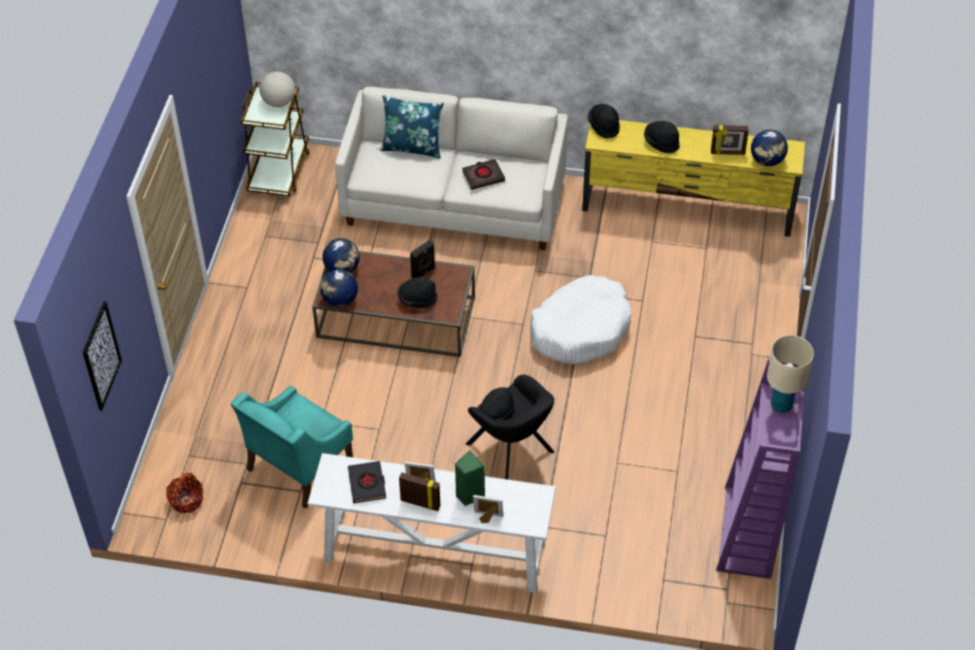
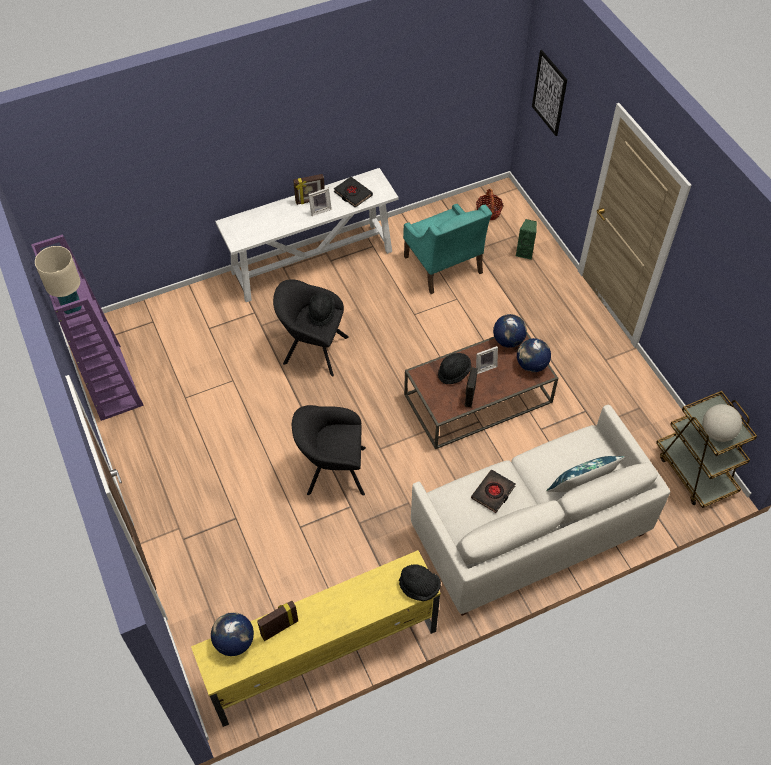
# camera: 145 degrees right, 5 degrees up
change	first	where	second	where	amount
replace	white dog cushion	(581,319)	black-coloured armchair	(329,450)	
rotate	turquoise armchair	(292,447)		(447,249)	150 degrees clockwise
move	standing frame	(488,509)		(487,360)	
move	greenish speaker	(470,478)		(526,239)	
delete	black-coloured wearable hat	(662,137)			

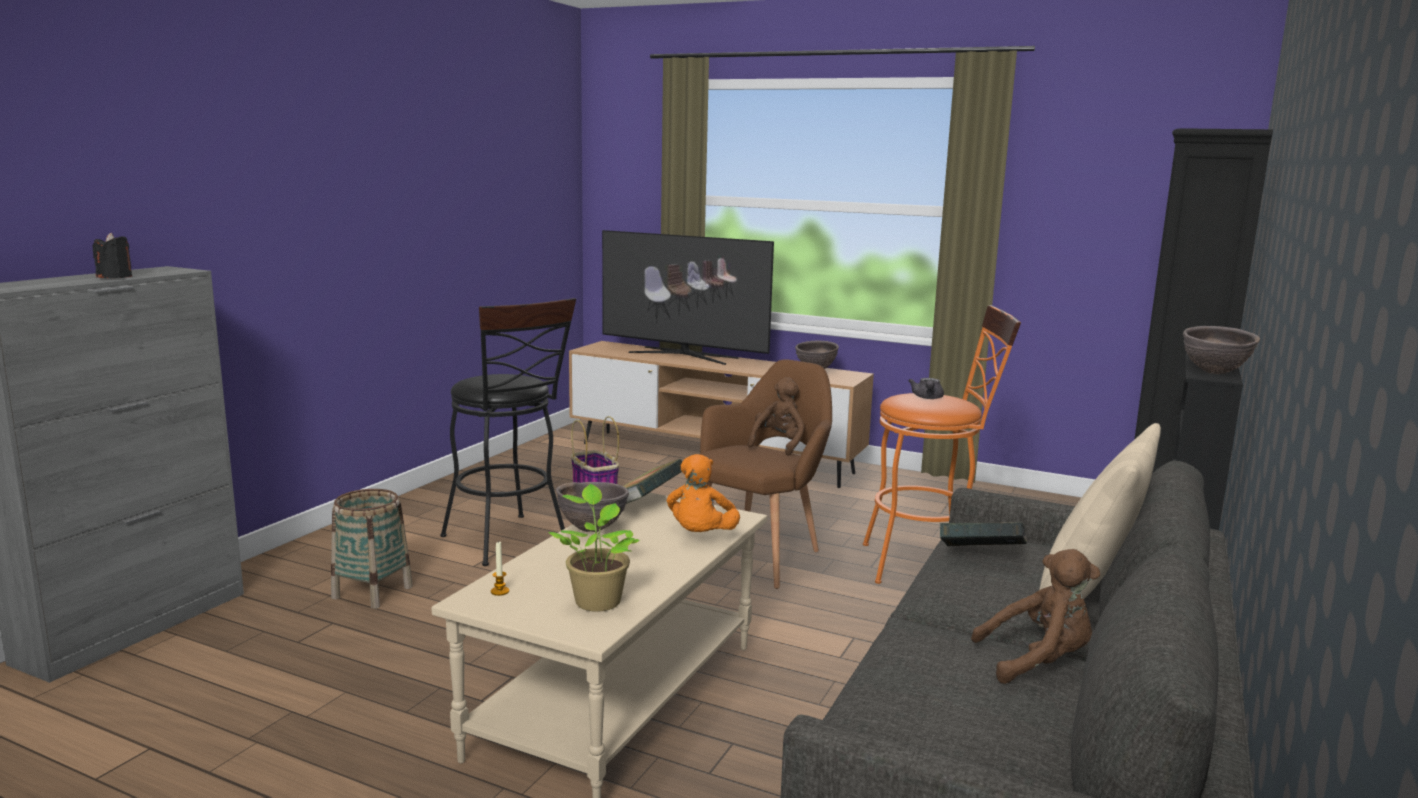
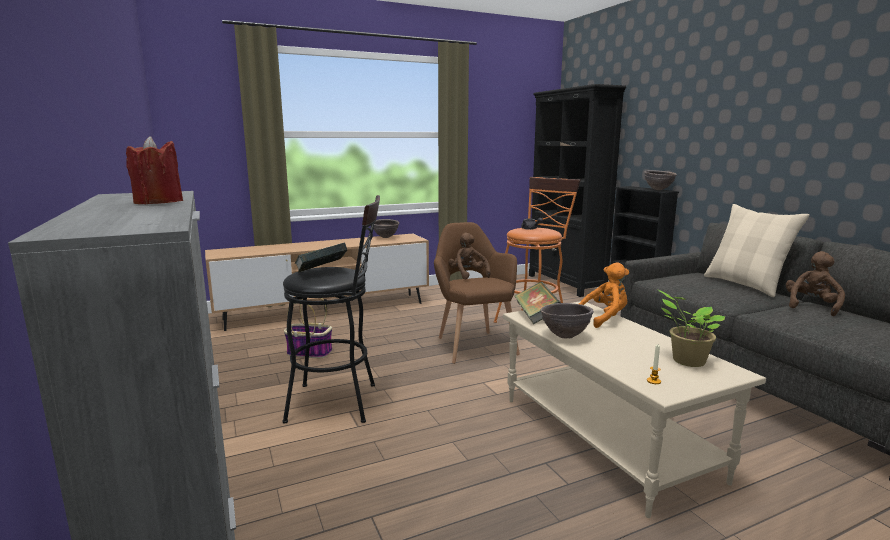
# camera: 50 degrees left, 0 degrees up
change	first	where	second	where	amount
recolor	black-coloured candle	(112,255)	red-coloured candle	(154,170)	
move	book	(983,534)		(321,258)	
rotate	orange soft toy	(703,493)		(604,295)	75 degrees counterclockwise
delete	household basket	(372,549)			
delete	TV set	(688,297)			

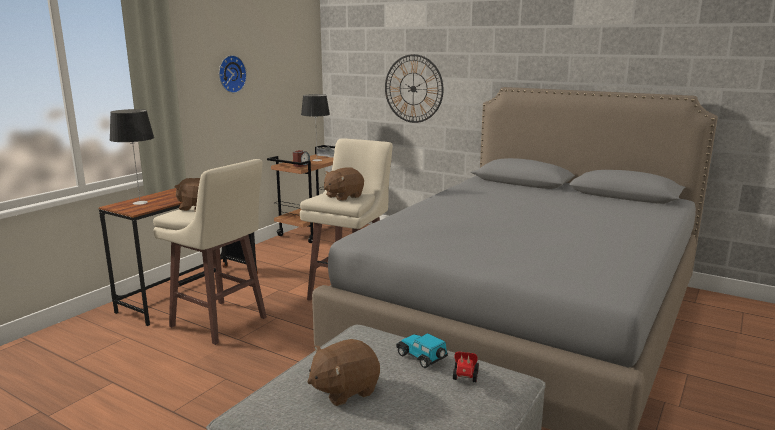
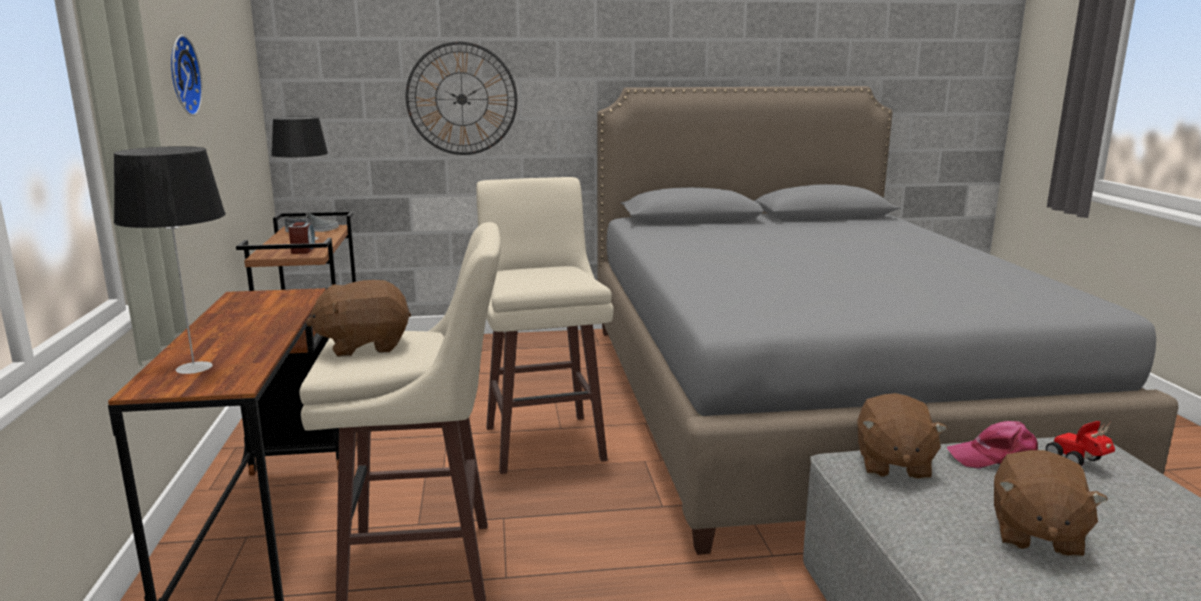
# camera: 40 degrees left, 0 degrees up
change	first	where	second	where	amount
move	brown soft toy	(344,184)		(903,436)	
replace	miniature car	(422,350)	pink baseball cap	(992,445)	

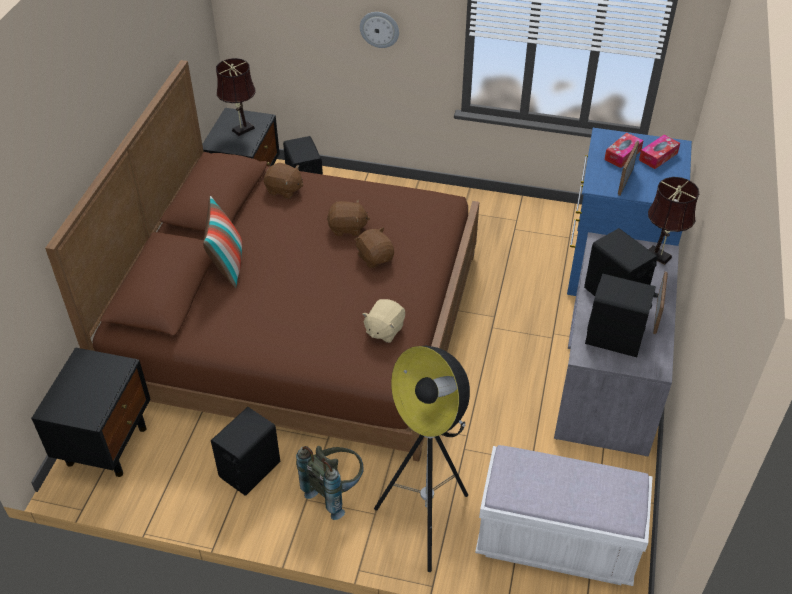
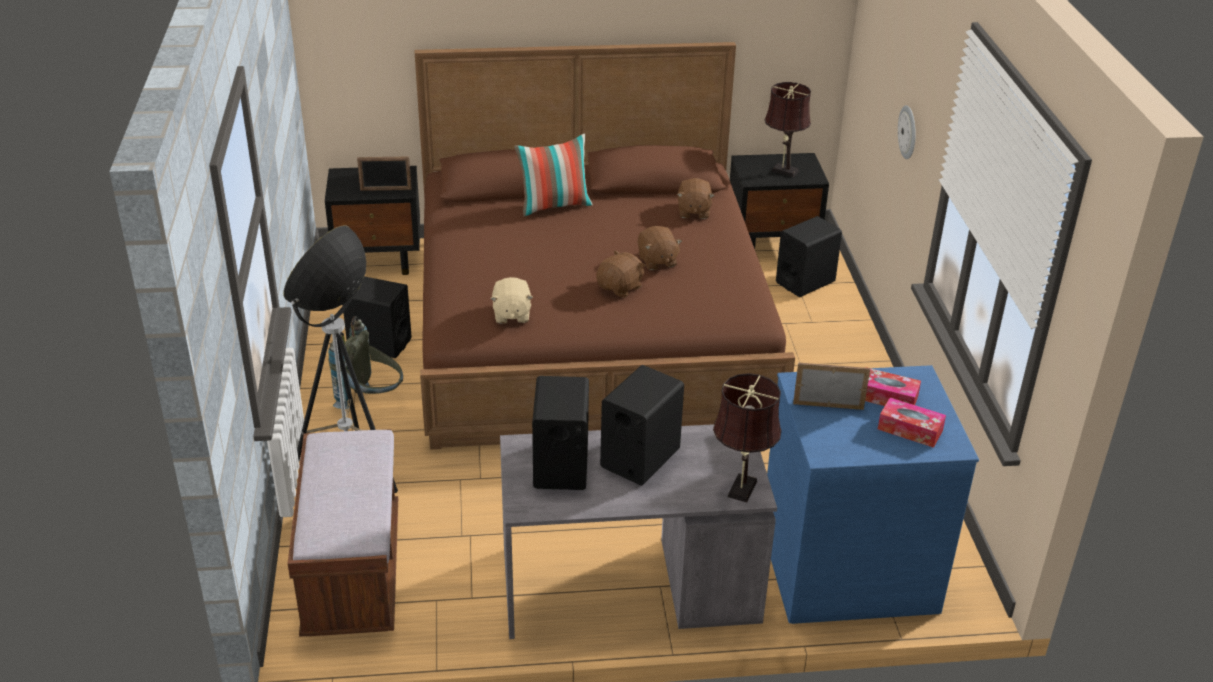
# camera: 70 degrees right, 10 degrees down
change	first	where	second	where	amount
recolor	white bench	(564,515)	brown bench	(343,533)	
move	standing frame	(660,302)		(384,173)	
rotate	beige soft toy	(383,321)		(511,300)	105 degrees counterclockwise

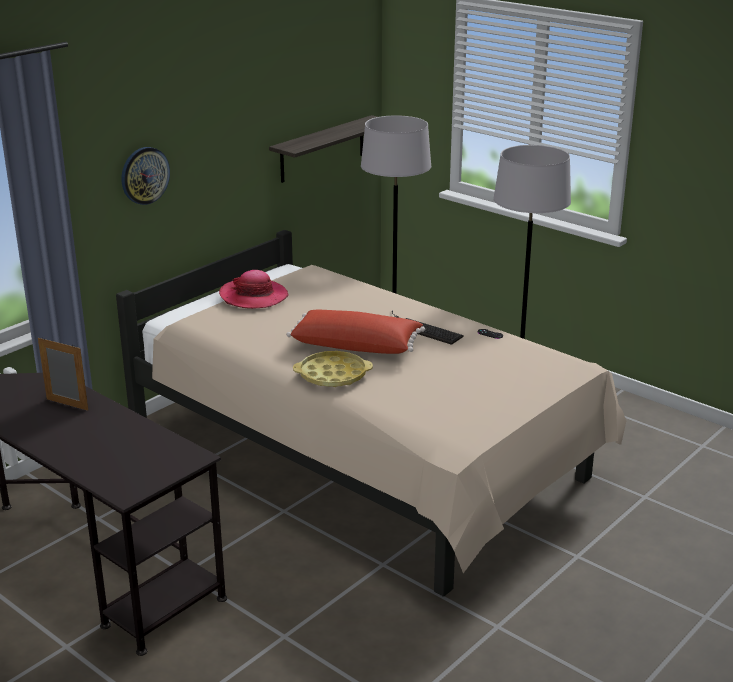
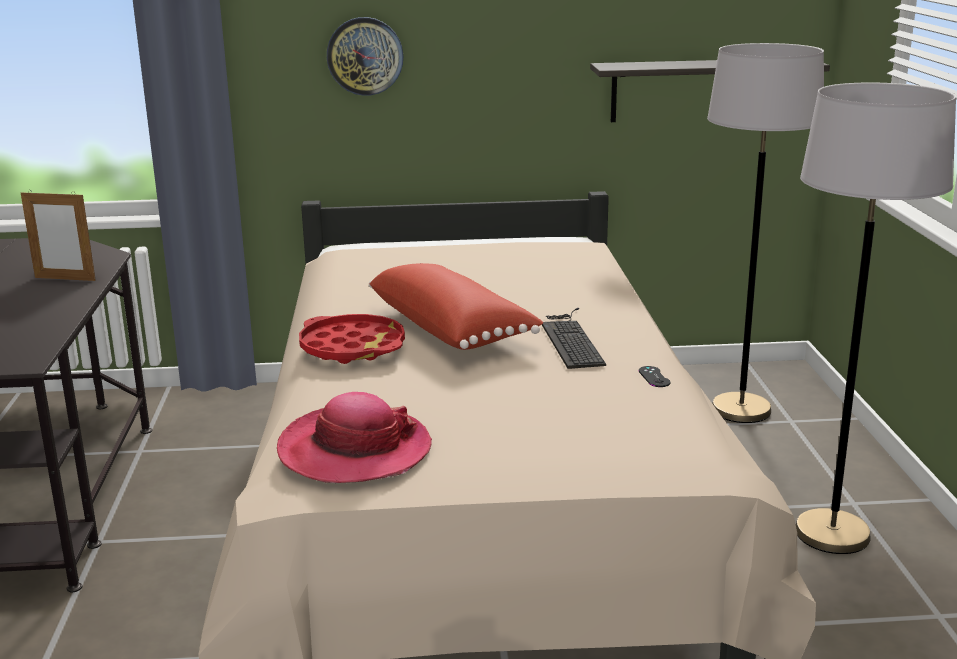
# camera: 45 degrees right, 5 degrees down
change	first	where	second	where	amount
rotate	standing frame	(63,374)		(58,235)	120 degrees clockwise
move	wearable hat	(254,289)		(354,437)	
recolor	yellow-coloured carrying tray	(333,369)	red-coloured carrying tray	(352,339)	

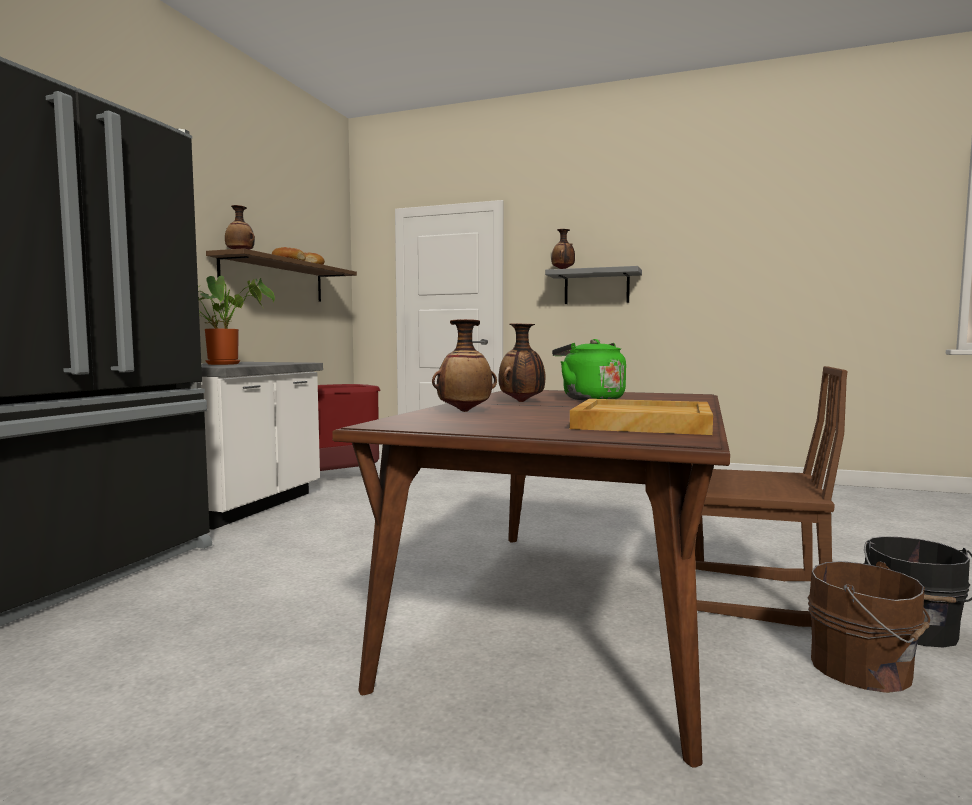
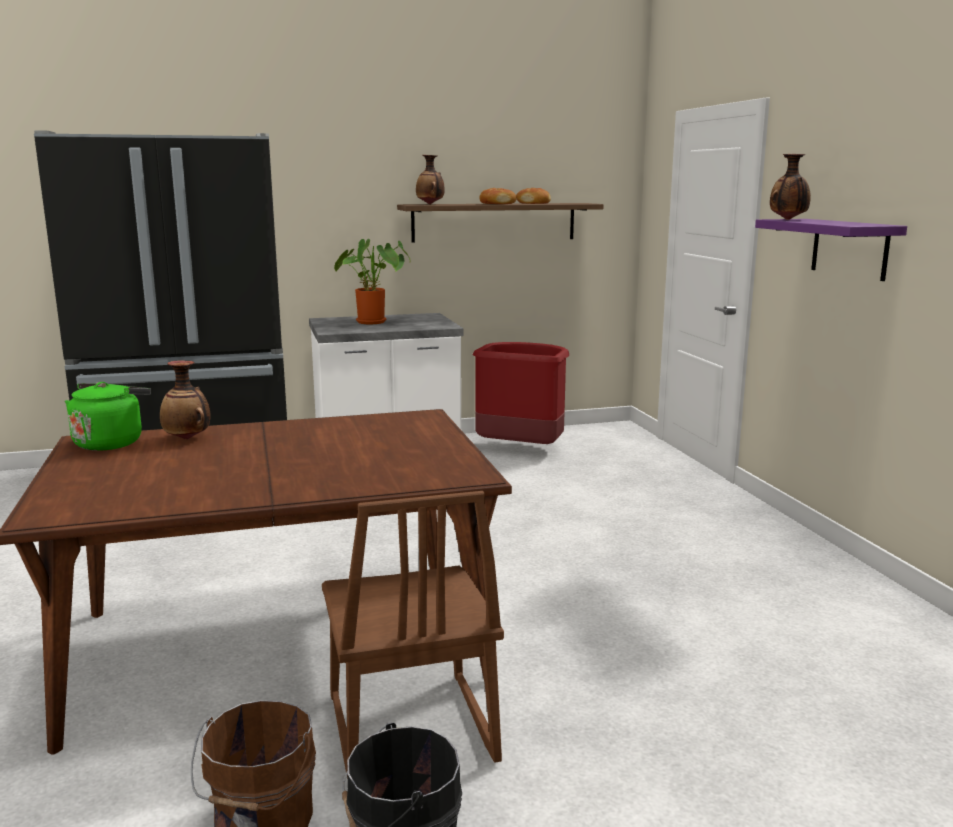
# camera: 55 degrees right, 10 degrees up
change	first	where	second	where	amount
move	greenish water kettle	(589,370)		(108,416)	
recolor	gray shelf	(593,285)	purple shelf	(831,250)	
delete	flower vase	(521,362)			
delete	beige carrying tray	(641,417)			

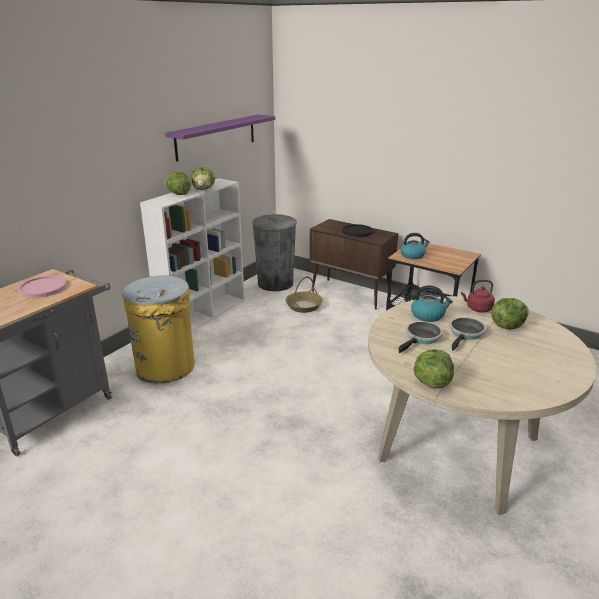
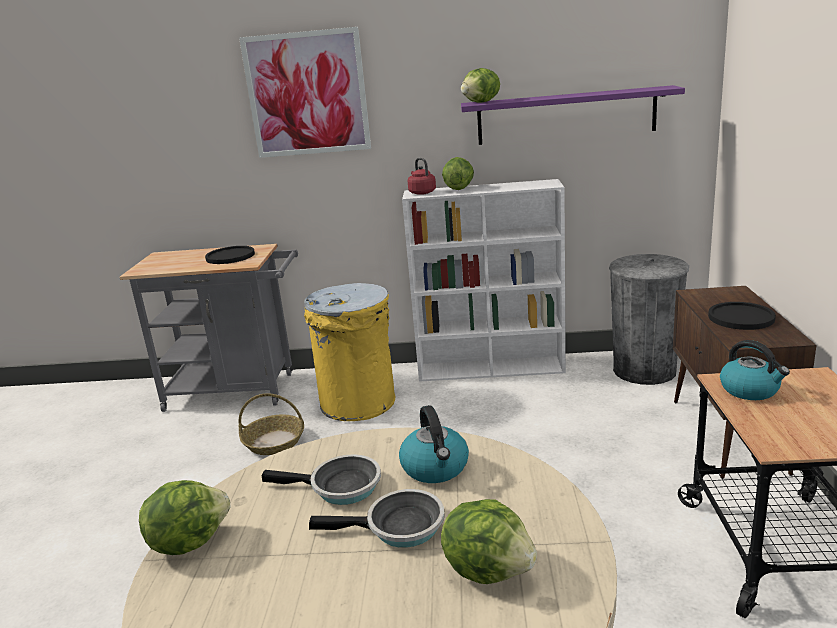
# camera: 60 degrees right, 5 degrees down
change	first	where	second	where	amount
recolor	pink flat dish	(42,287)	black-coloured flat dish	(230,255)	
move	household basket	(304,294)		(271,424)	
insert			wall picture	(305,92)	
move	red-coloured water kettle	(478,296)		(422,176)	
move	lettuce	(203,178)		(480,85)	

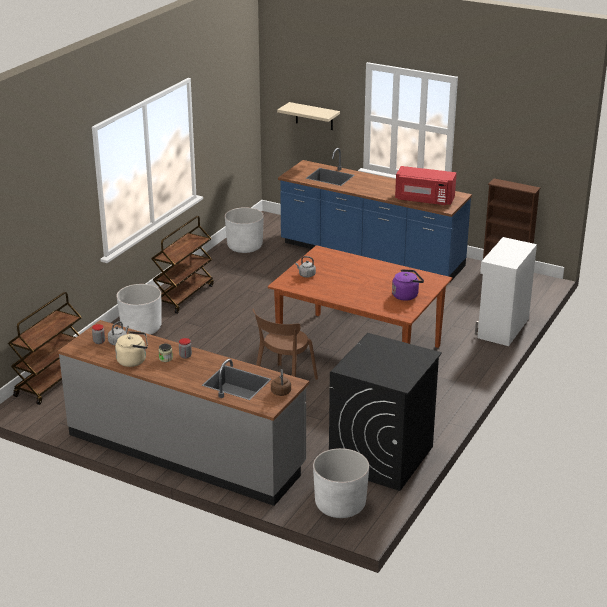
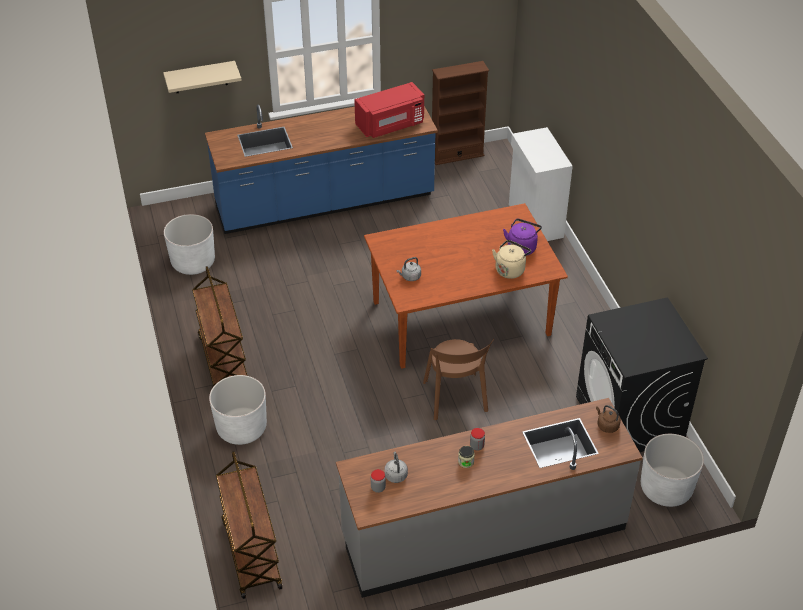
# camera: 45 degrees left, 15 degrees up
change	first	where	second	where	amount
move	beige water kettle	(131,349)		(511,259)	

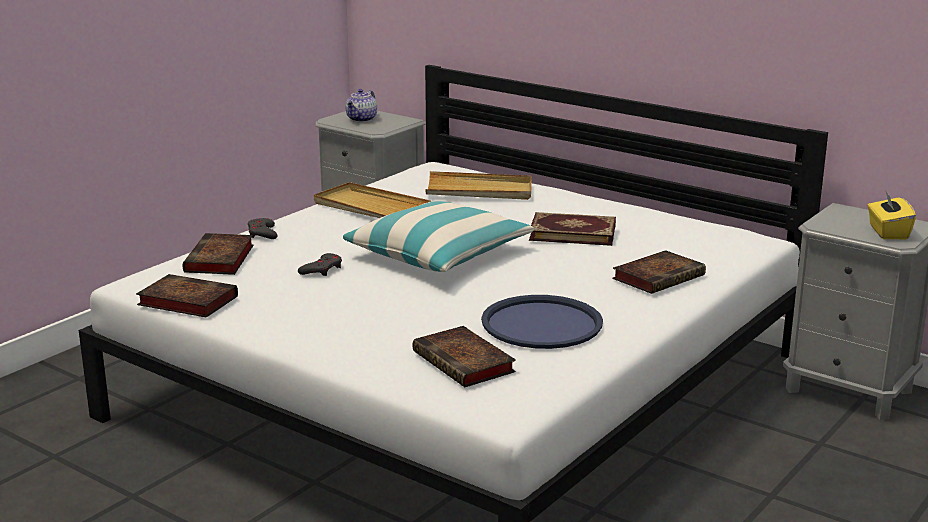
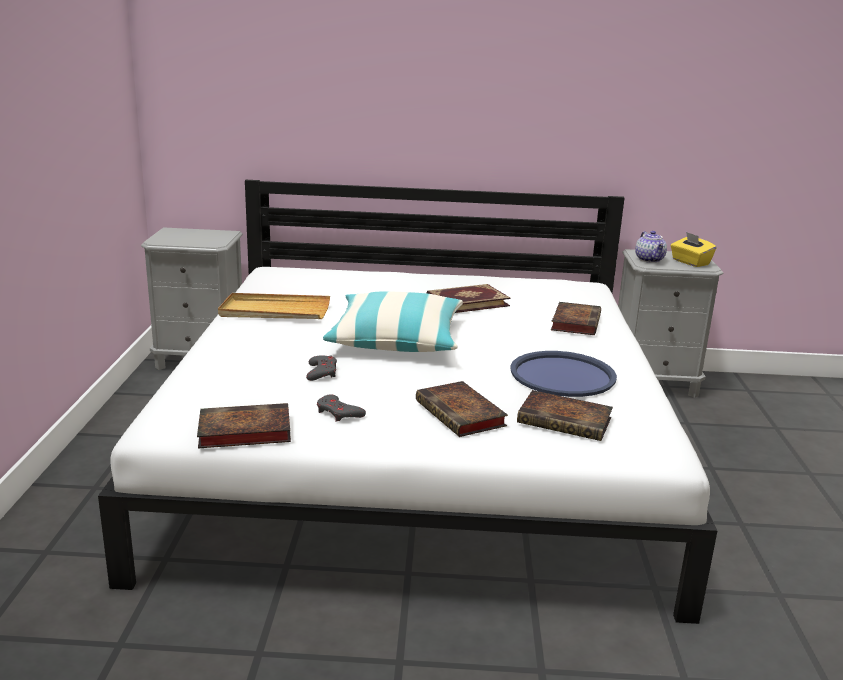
# camera: 35 degrees left, 0 degrees up
change	first	where	second	where	amount
move	gray gamepad	(263,228)		(341,408)	
move	book	(218,254)		(462,409)	
move	teapot	(361,105)		(651,247)	
delete	beige carrying tray	(478,185)			

